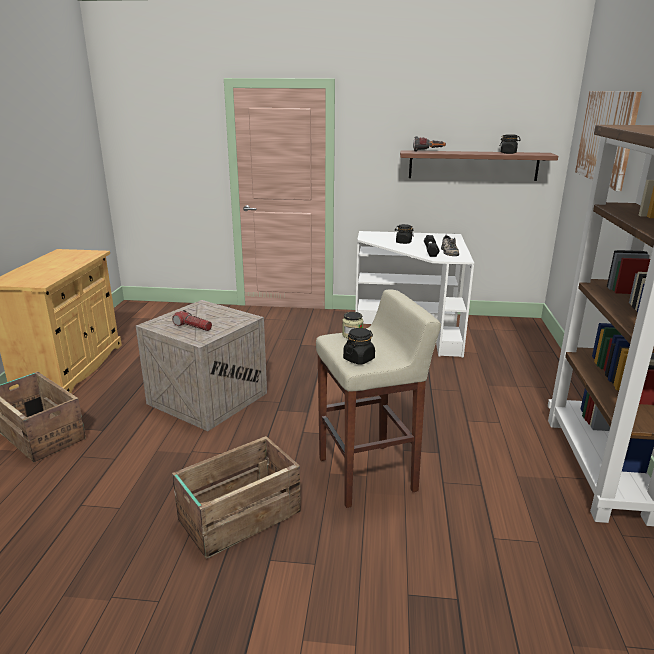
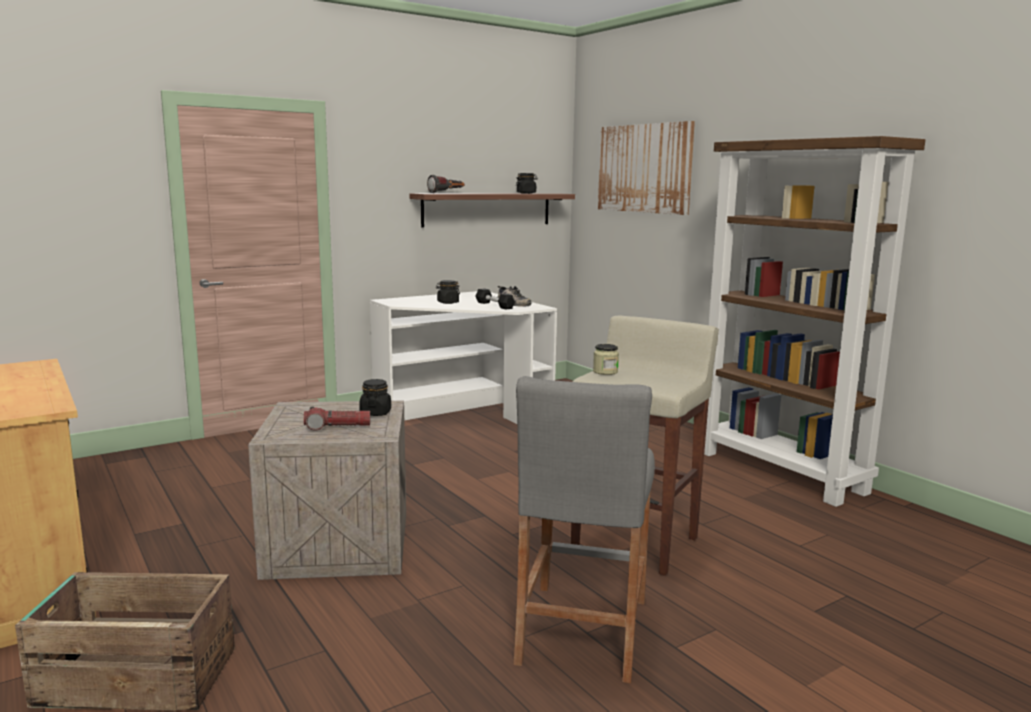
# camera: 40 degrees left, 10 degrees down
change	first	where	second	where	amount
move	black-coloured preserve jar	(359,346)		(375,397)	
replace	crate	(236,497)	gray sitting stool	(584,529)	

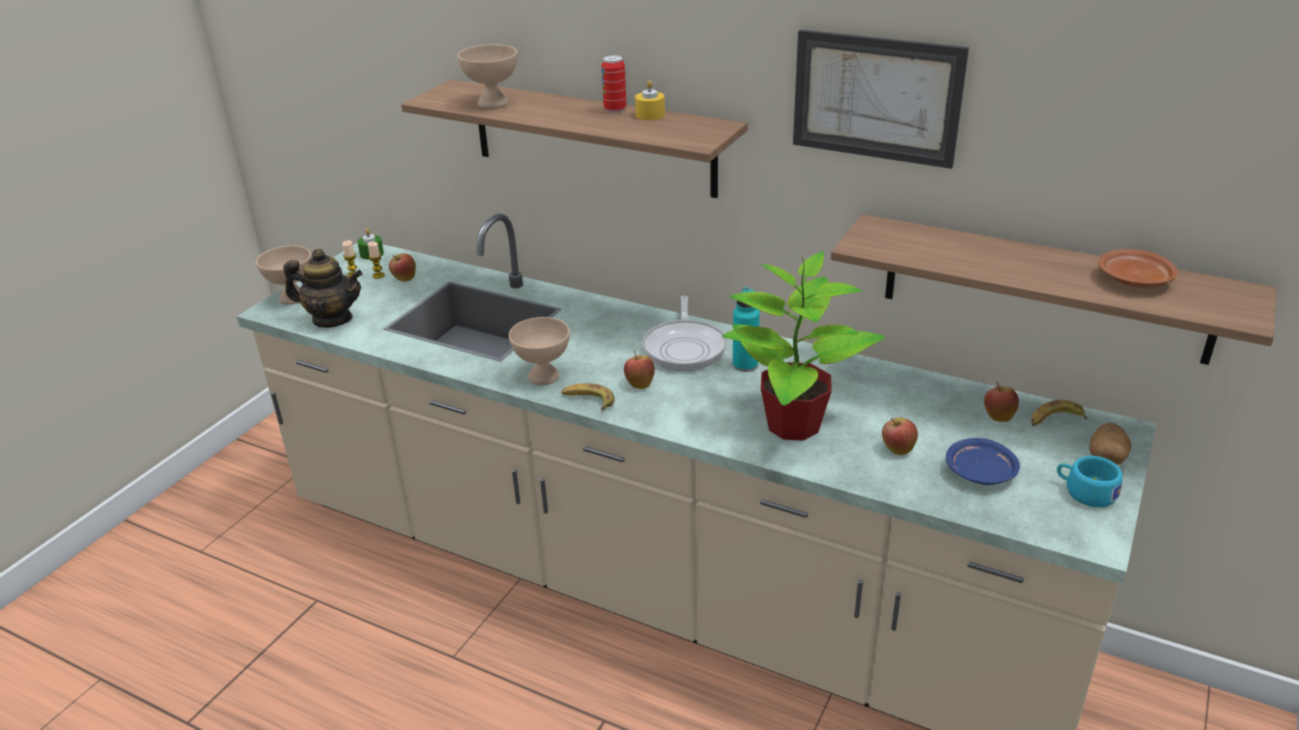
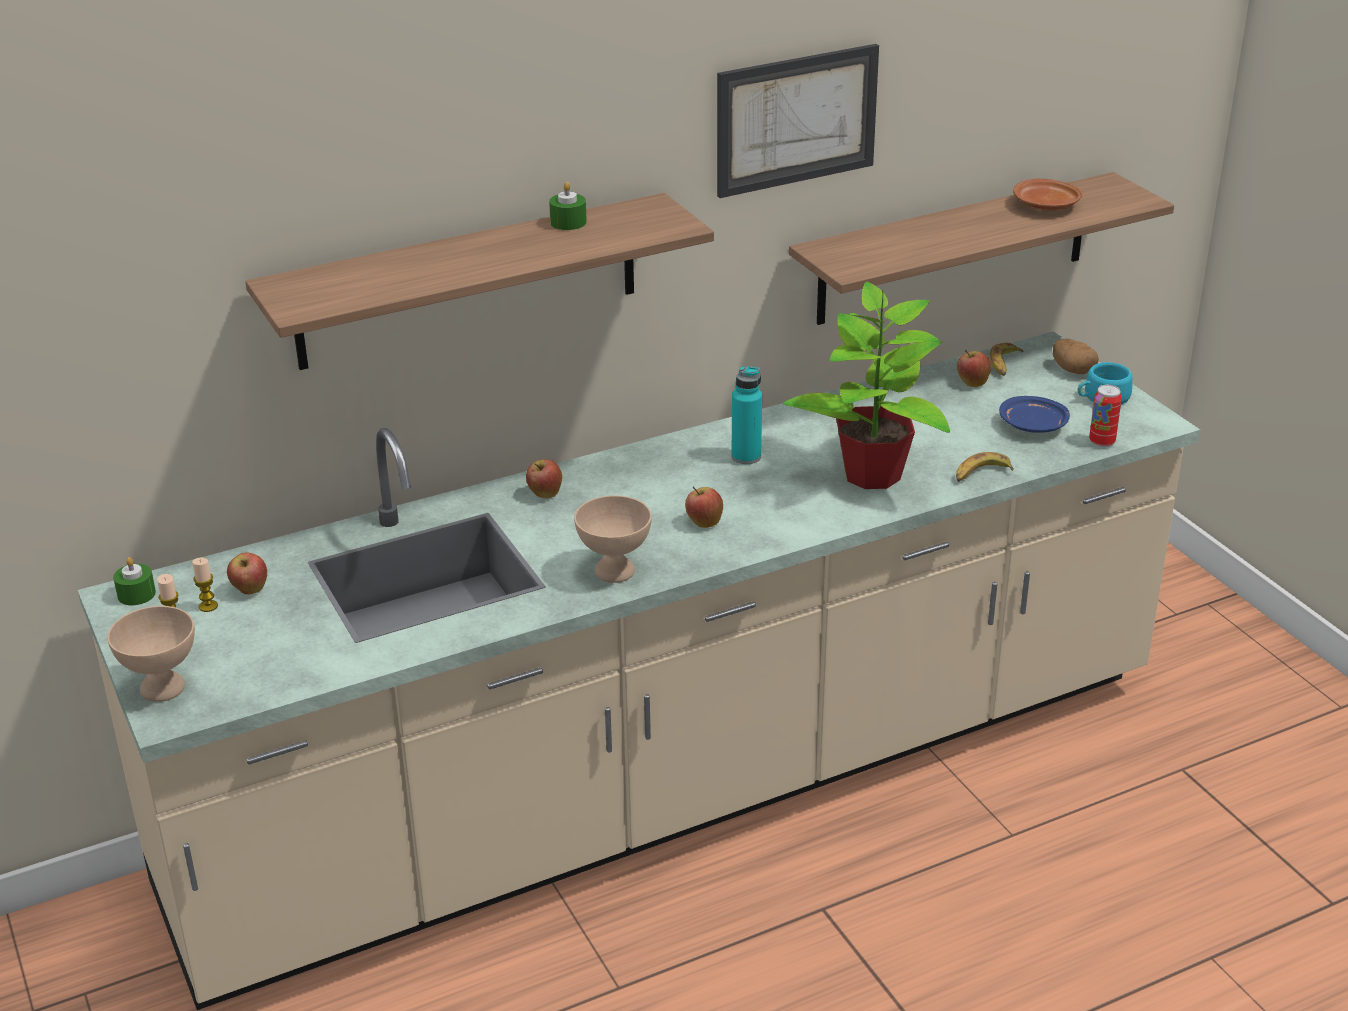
# camera: 55 degrees left, 0 degrees up
change	first	where	second	where	amount
move	whole apple	(900,436)		(544,478)	
recolor	yellow-coloured candle	(650,100)	greenish candle	(568,206)	
move	banana	(587,396)		(985,467)	
move	can	(614,84)		(1105,416)	
delete	teapot	(323,288)			
delete	beige bowl	(488,77)			
delete	skillet	(684,333)			

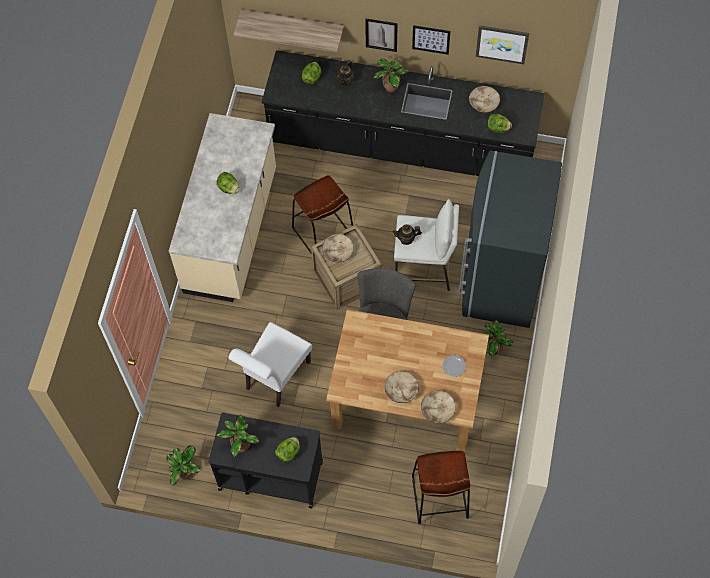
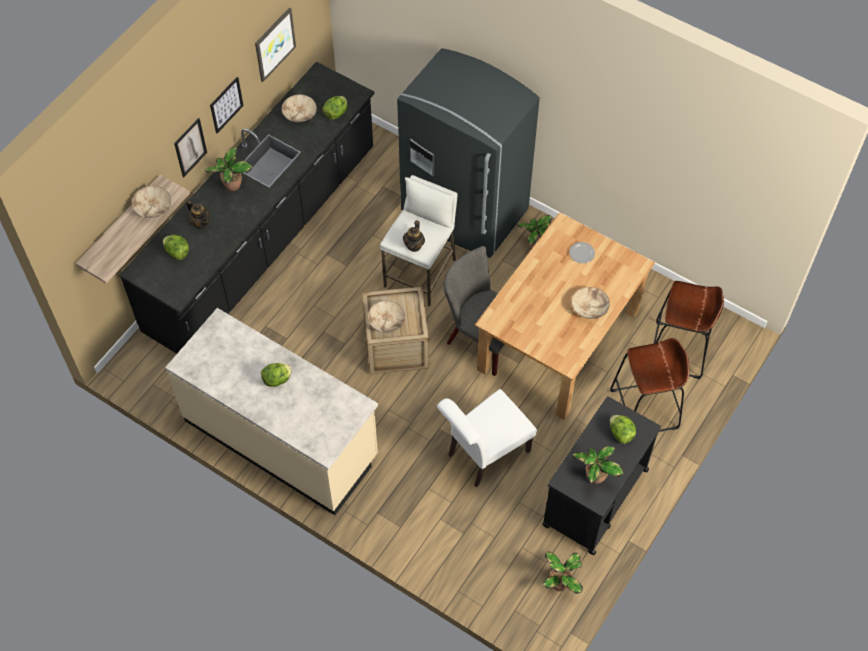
# camera: 70 degrees left, 5 degrees down
change	first	where	second	where	amount
move	beige bowl	(438,406)		(151,202)	
rotate	white chair	(270,364)		(487,438)	90 degrees clockwise
move	brown sitting stool	(322,214)		(649,385)	

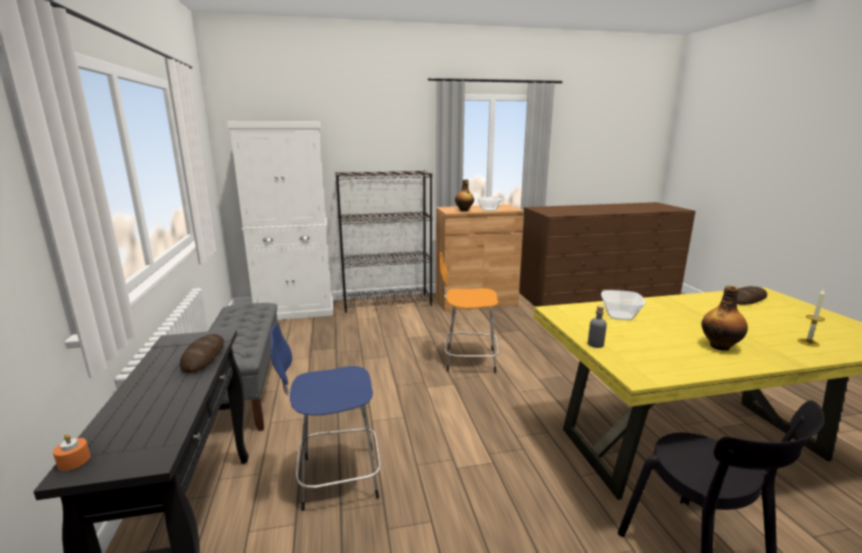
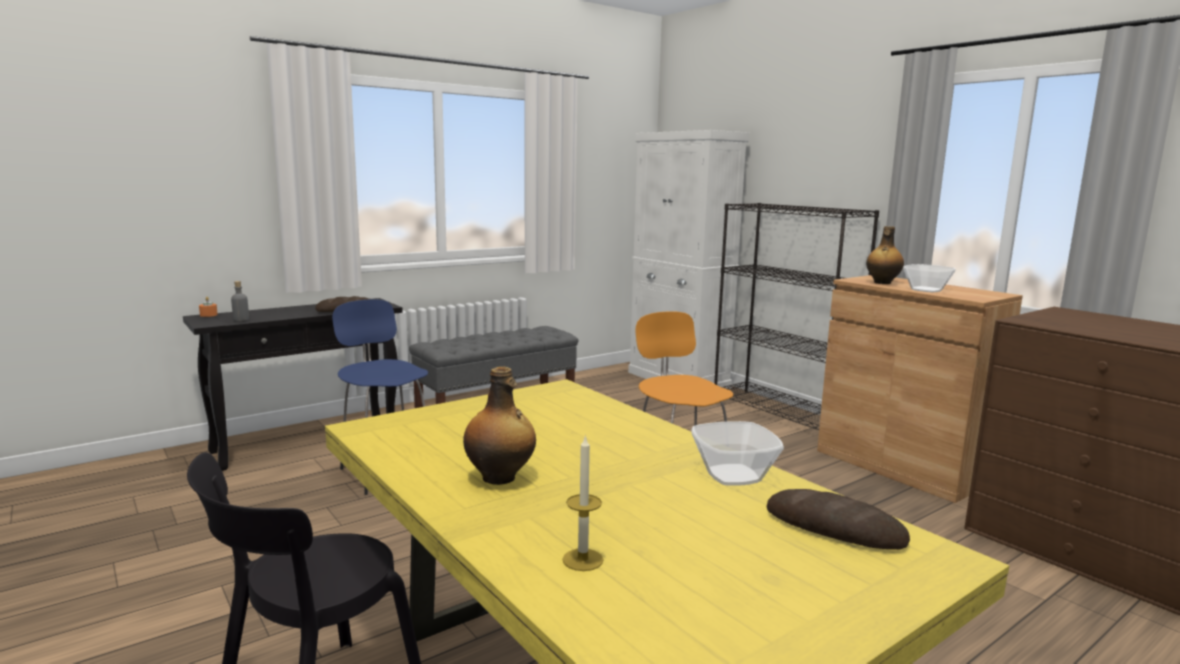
# camera: 65 degrees right, 5 degrees down
change	first	where	second	where	amount
move	gray drink bottle	(597,326)		(240,301)	
move	bowl	(623,305)		(737,453)	

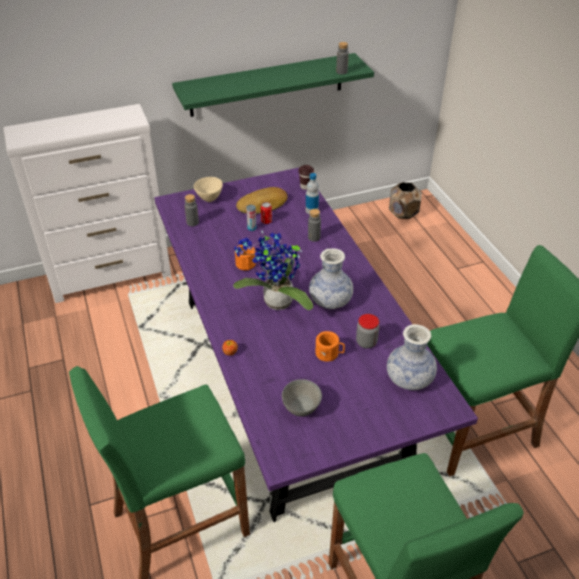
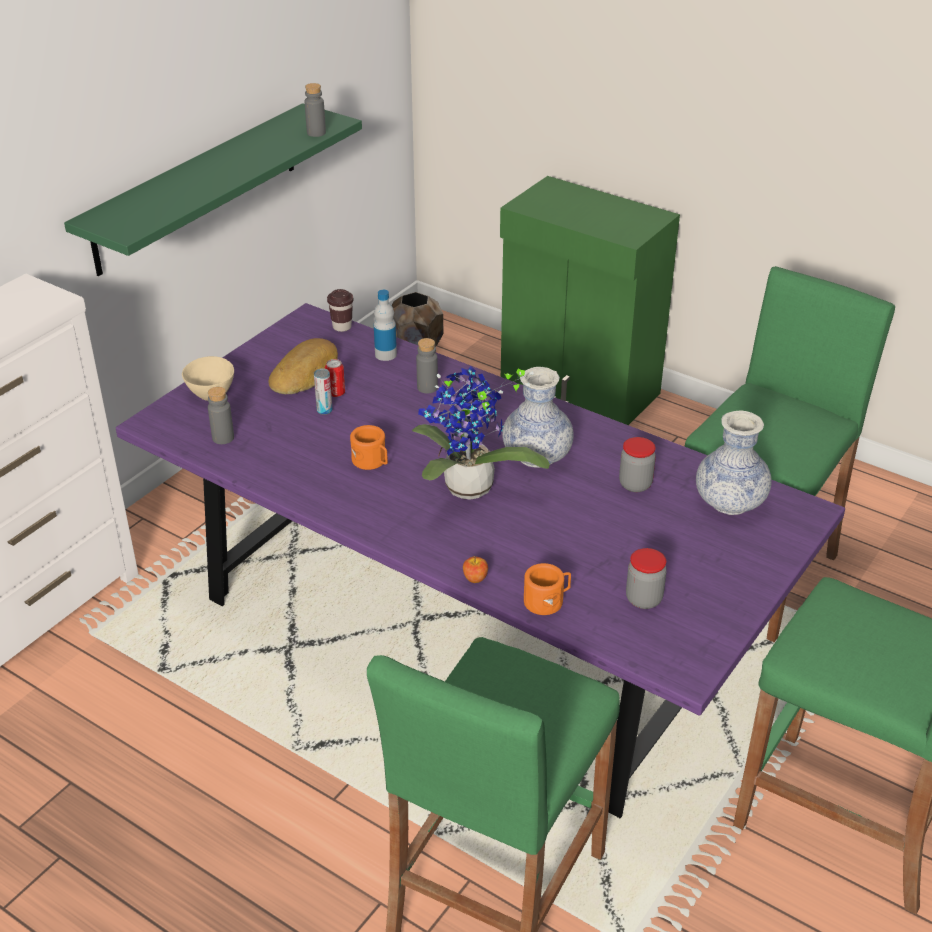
# camera: 35 degrees left, 5 degrees down
change	first	where	second	where	amount
insert			greenish cupboard	(590,300)	
move	orange tea mug	(330,346)		(547,589)	
replace	gray bowl	(302,398)	preserve jar	(646,578)	

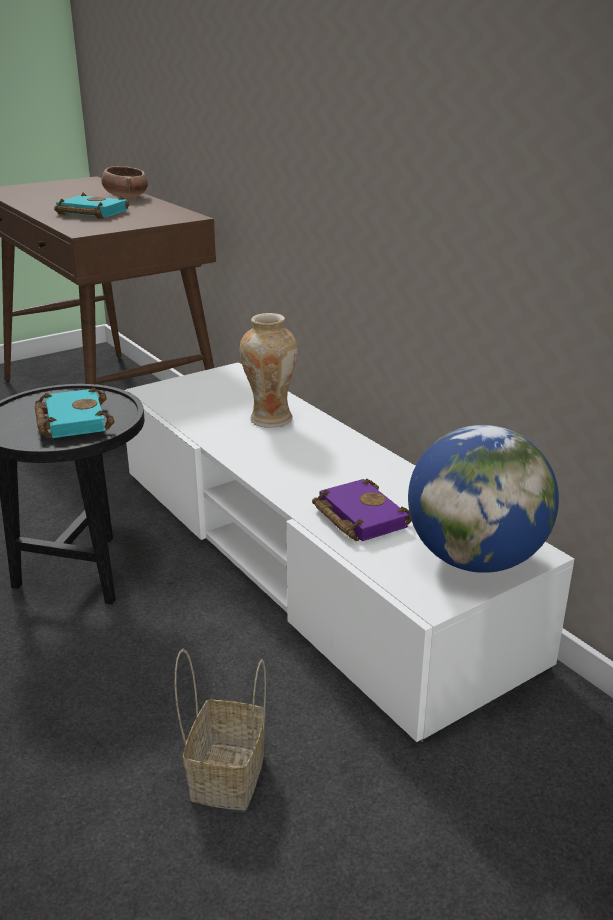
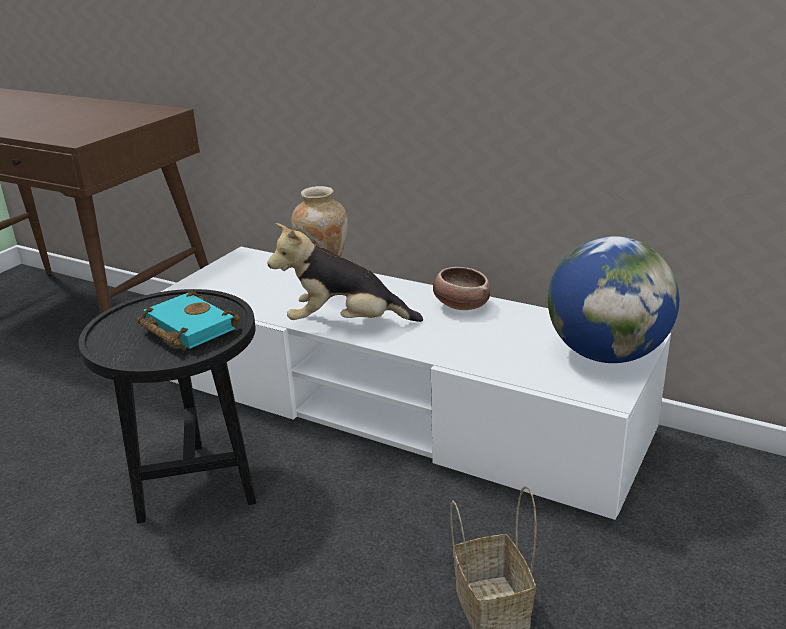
# camera: 25 degrees left, 0 degrees up
change	first	where	second	where	amount
insert			soft toy	(345,272)	
move	bowl	(124,182)		(461,288)	
delete	turquoise book	(91,206)			
delete	purple book	(362,510)			

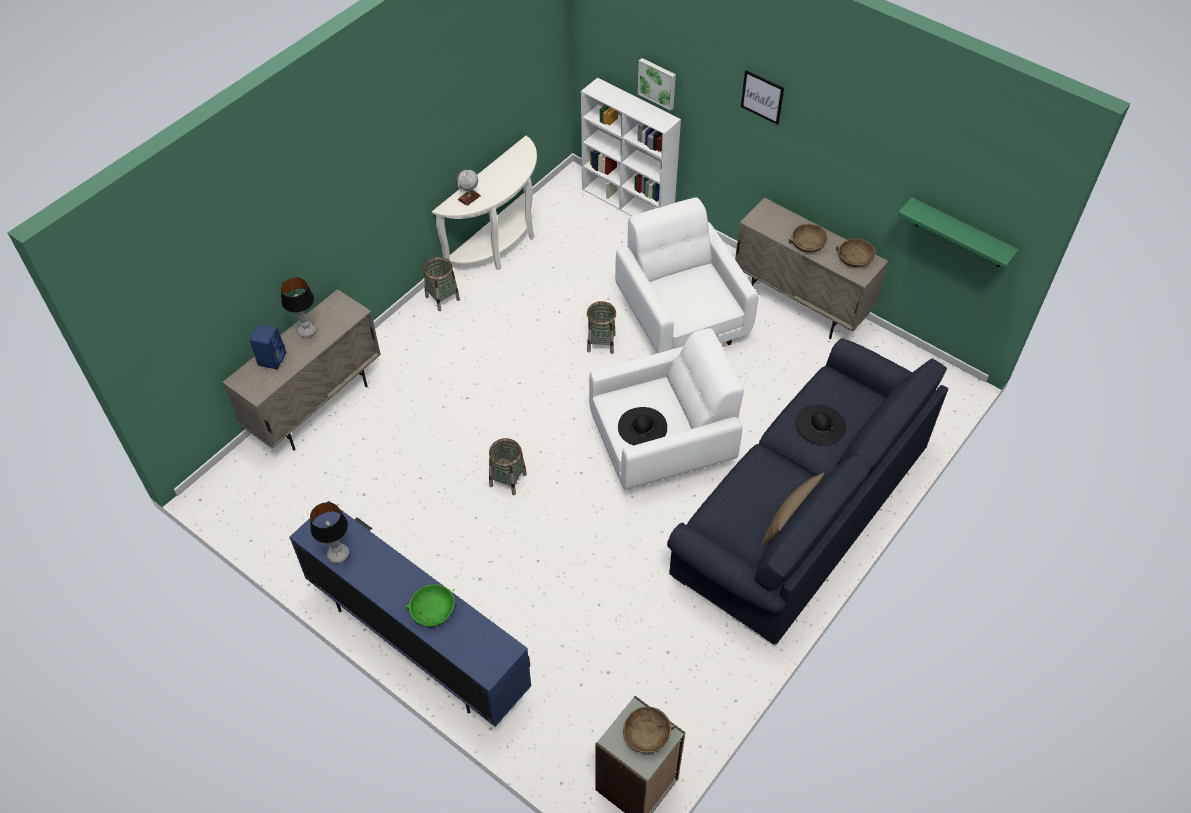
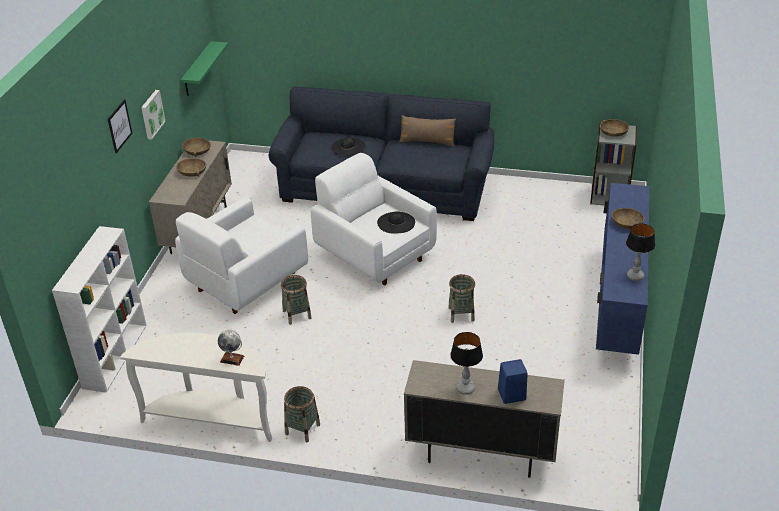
# camera: 115 degrees left, 15 degrees down
change	first	where	second	where	amount
move	wall picture	(657,84)		(153,115)	
recolor	greenish bowl	(430,605)	brown bowl	(628,218)	

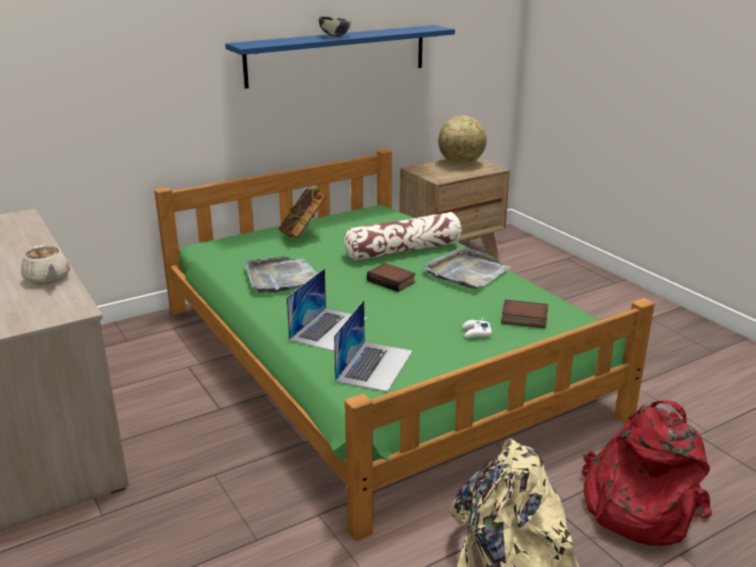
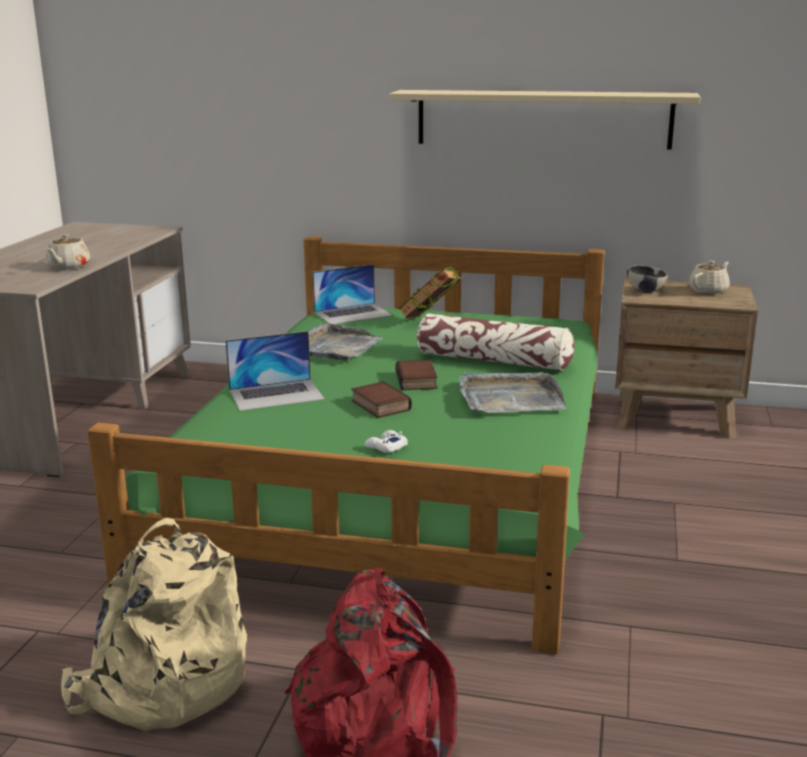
# camera: 45 degrees right, 5 degrees down
change	first	where	second	where	amount
move	notebook computer	(373,346)		(352,294)	
move	book	(524,314)		(381,399)	
recolor	bluish shelf	(340,57)	beige shelf	(545,120)	
move	bowl	(335,26)		(647,279)	
replace	desk globe	(462,140)	beige teapot	(709,277)	

